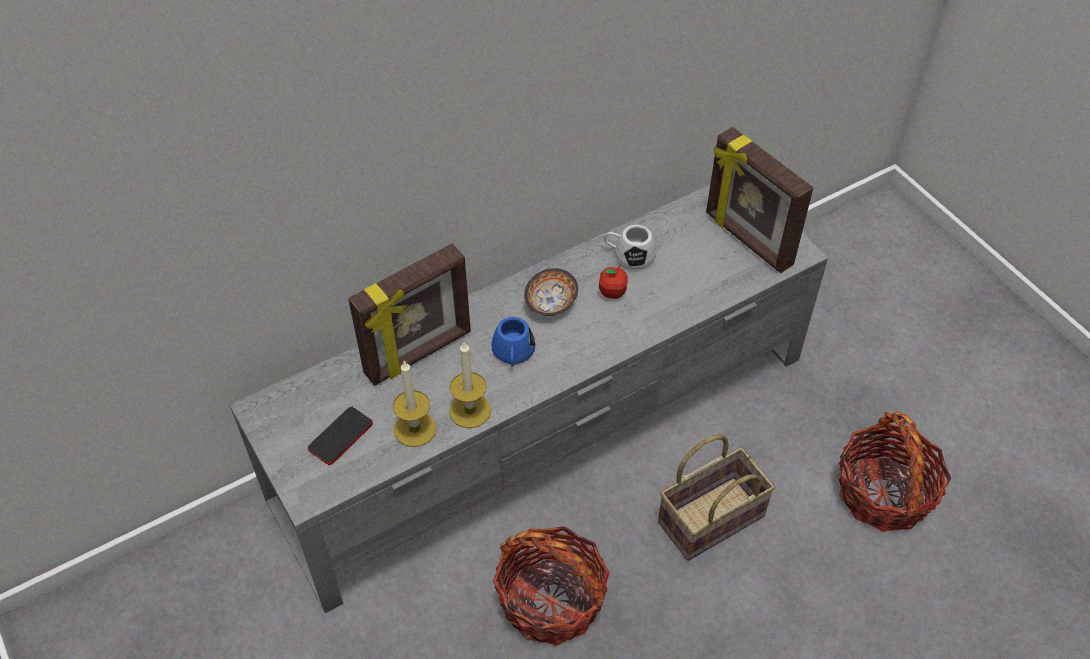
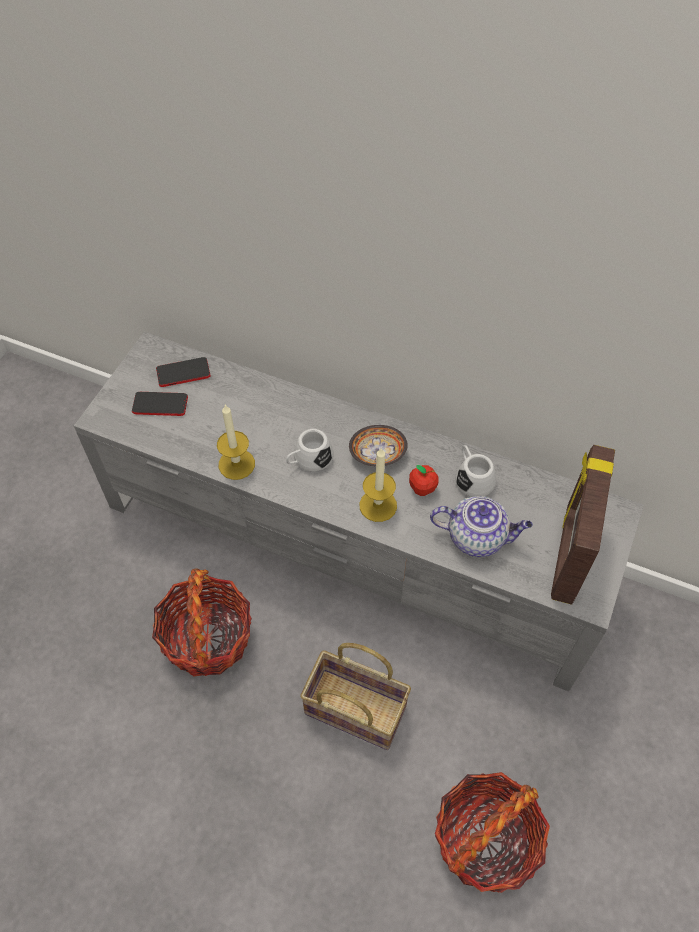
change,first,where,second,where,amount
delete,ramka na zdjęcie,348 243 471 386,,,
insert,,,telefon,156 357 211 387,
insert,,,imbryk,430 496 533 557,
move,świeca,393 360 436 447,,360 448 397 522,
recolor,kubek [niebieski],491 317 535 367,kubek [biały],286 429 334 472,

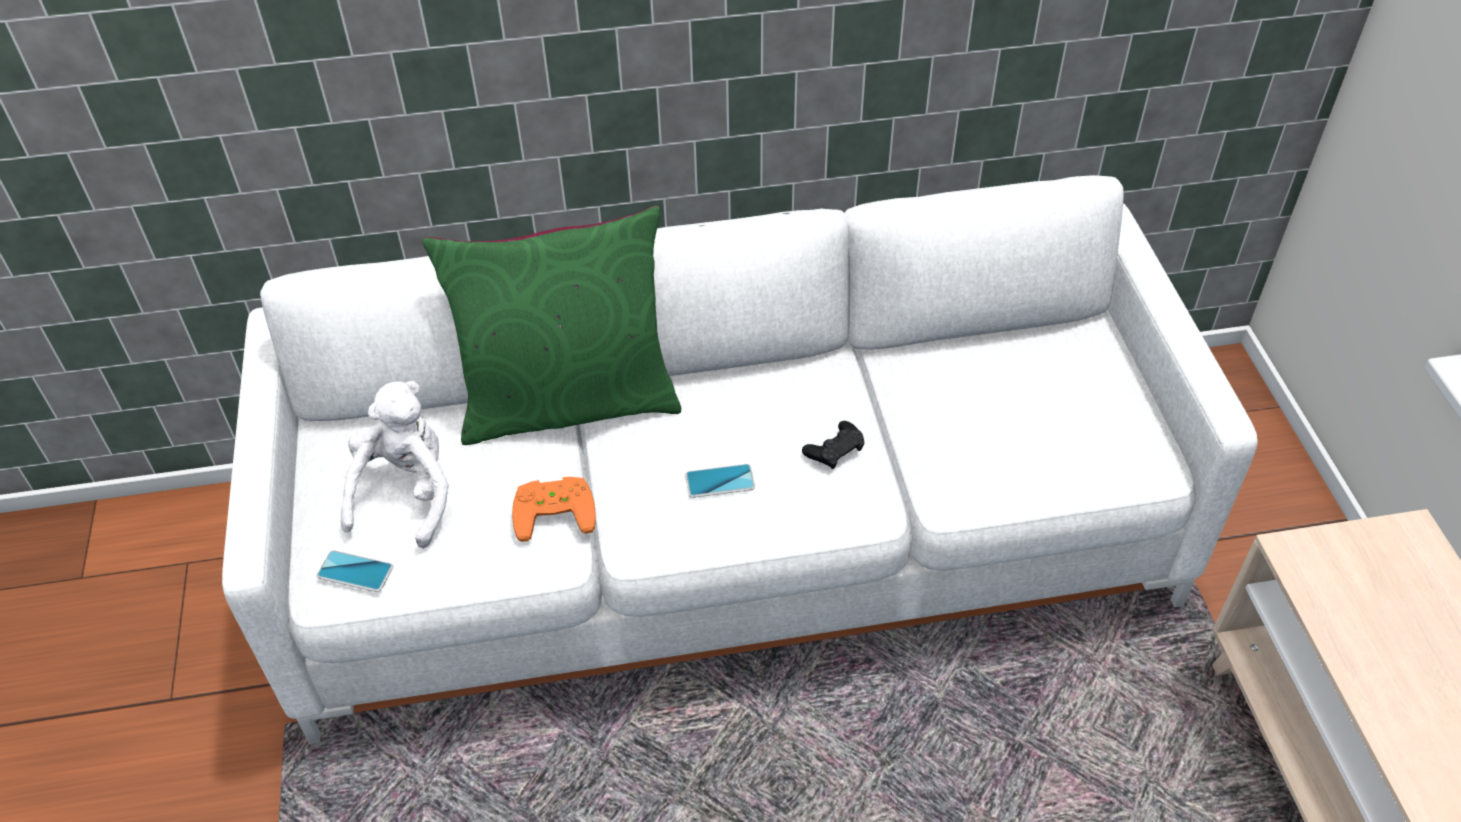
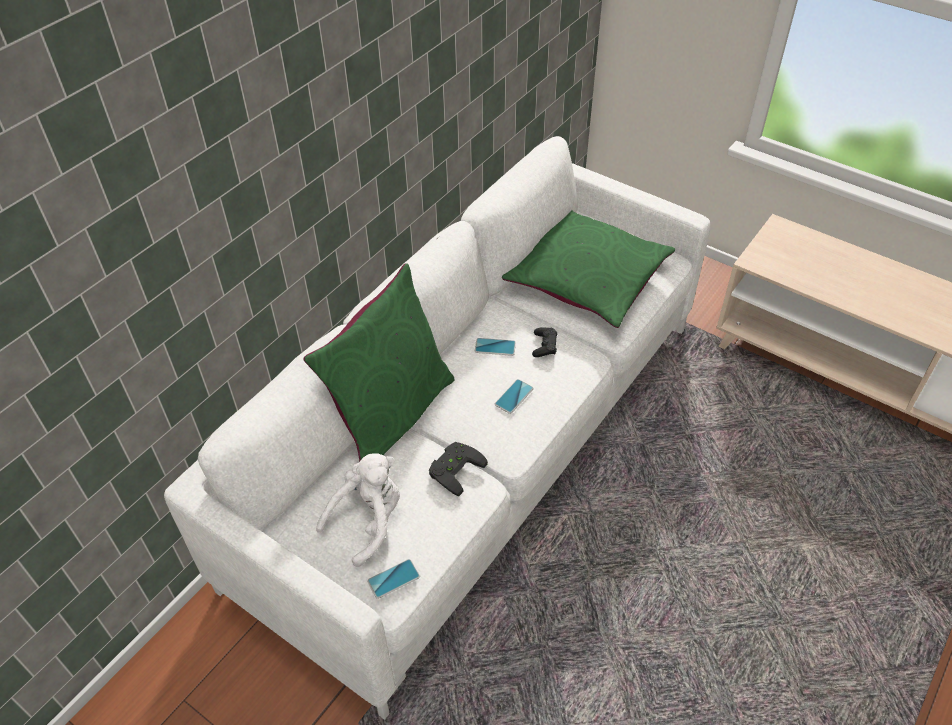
change,first,where,second,where,amount
insert,,,telefon,475 338 516 356,
insert,,,poduszka [zielony],502 210 675 328,
recolor,pad do gier [pomarańczowy],512 477 596 542,pad do gier [czarny],429 442 488 496,
rotate,pluszak [biały],341 381 449 549,,316 453 400 567,75 degrees clockwise

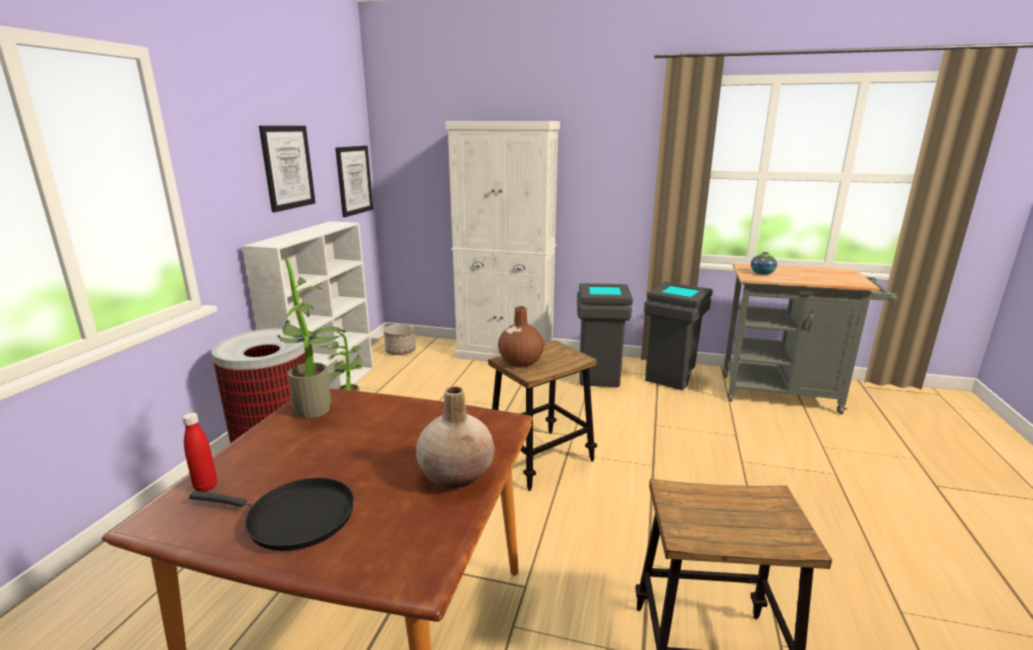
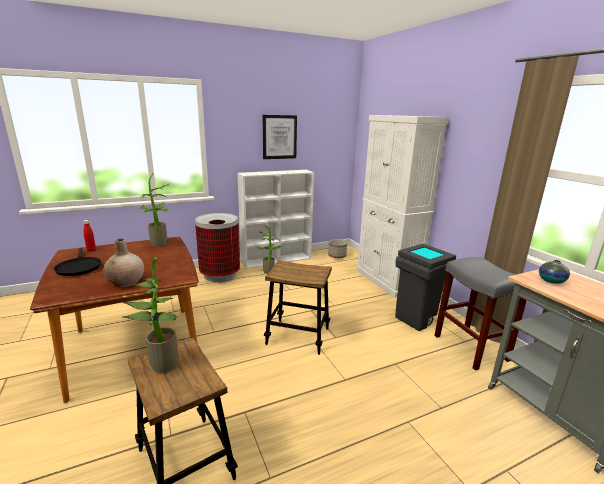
change,first,where,second,where,amount
delete,obraz,335 146 373 217,,,
delete,wazon [brązowy],498 306 544 367,,,
insert,,,roślina doniczkowa,122 257 179 373,
replace,kosz na śmieci [szary],644 282 713 390,stołek [szary],434 257 527 371,

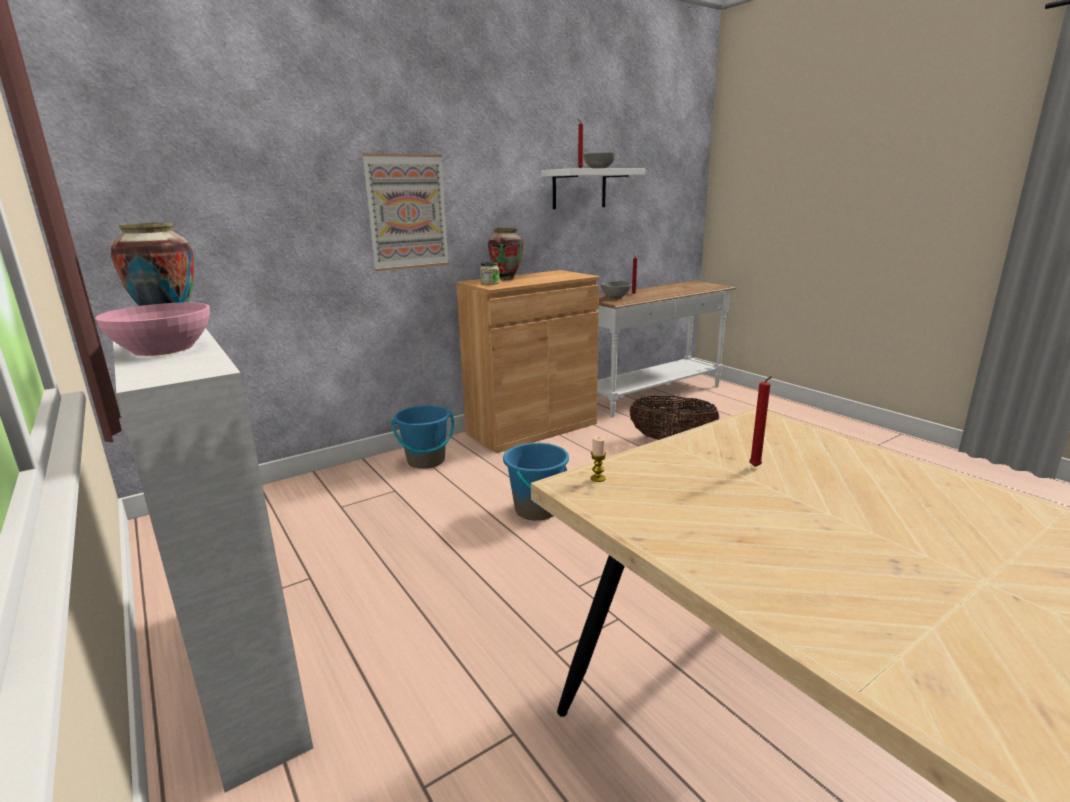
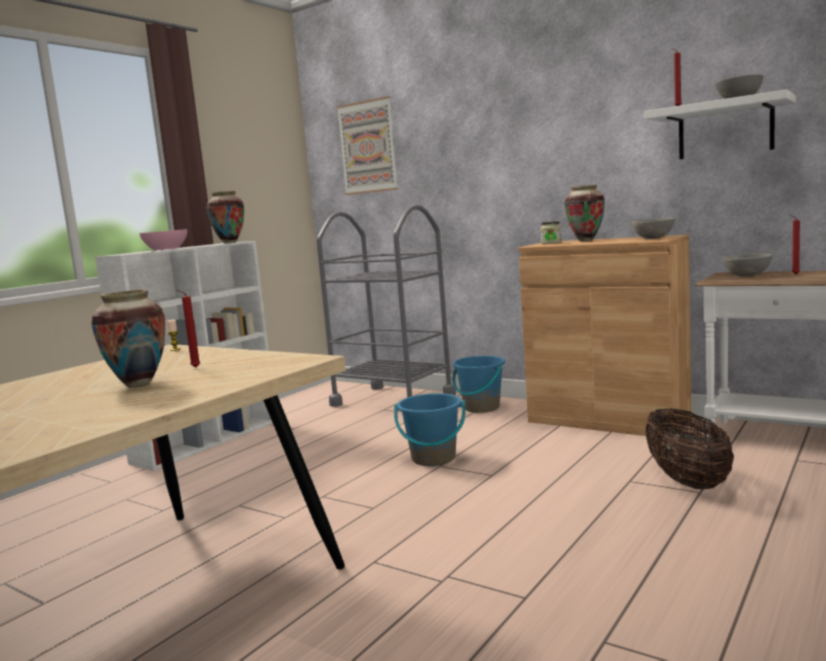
change,first,where,second,where,amount
insert,,,wazon,91 290 165 388,
insert,,,wózek [szary],316 205 456 407,
insert,,,miska [szary],632 217 675 239,
move,obraz,362 153 449 271,,337 96 398 195,

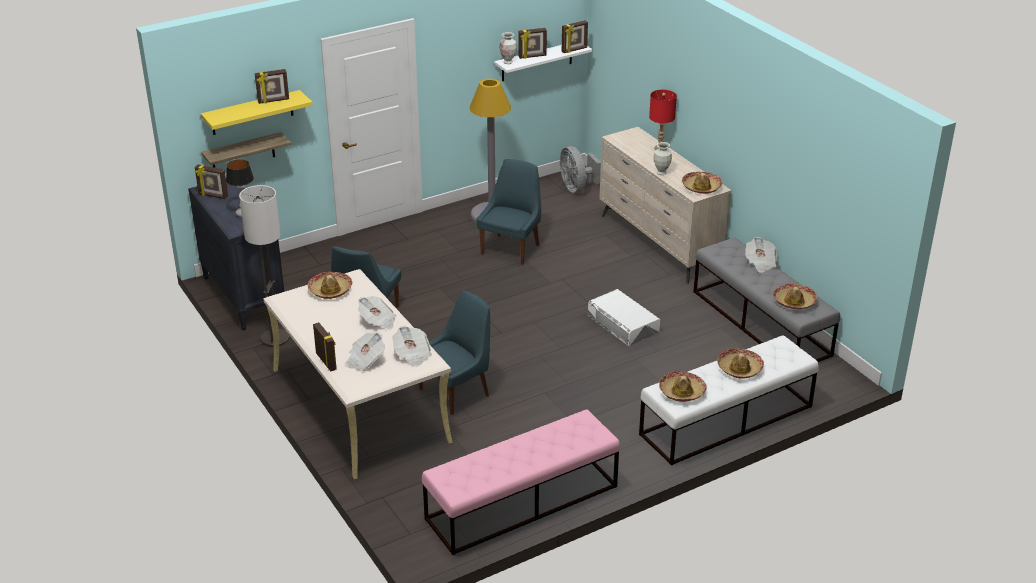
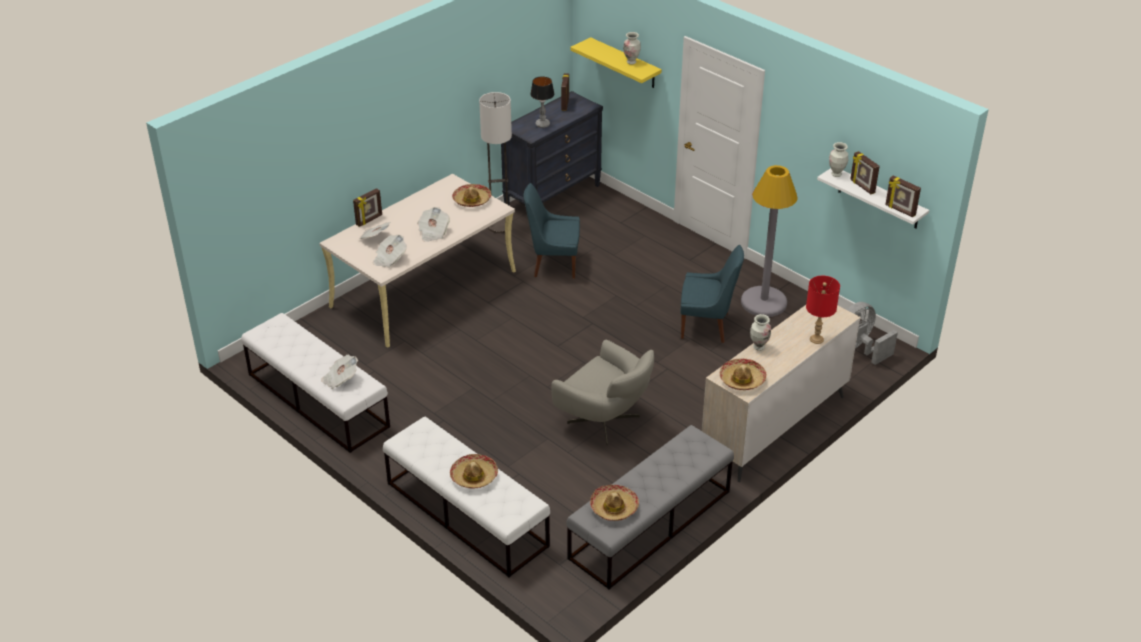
change,first,where,second,where,amount
delete,półka,201 132 291 168,,,
delete,krzesło [niebieski],419 290 490 415,,,
delete,kapelusz,659 371 707 402,,,
move,gazeta,745 237 777 273,,321 354 358 389,
replace,ramka na zdjęcie,255 69 289 104,wazon,623 32 641 64,
replace,pojemnik do przechowywania [biały],588 289 660 346,fotel [szary],551 340 654 445,
recolor,ławka [różowy],422 409 620 555,ławka [biały],241 313 390 453,

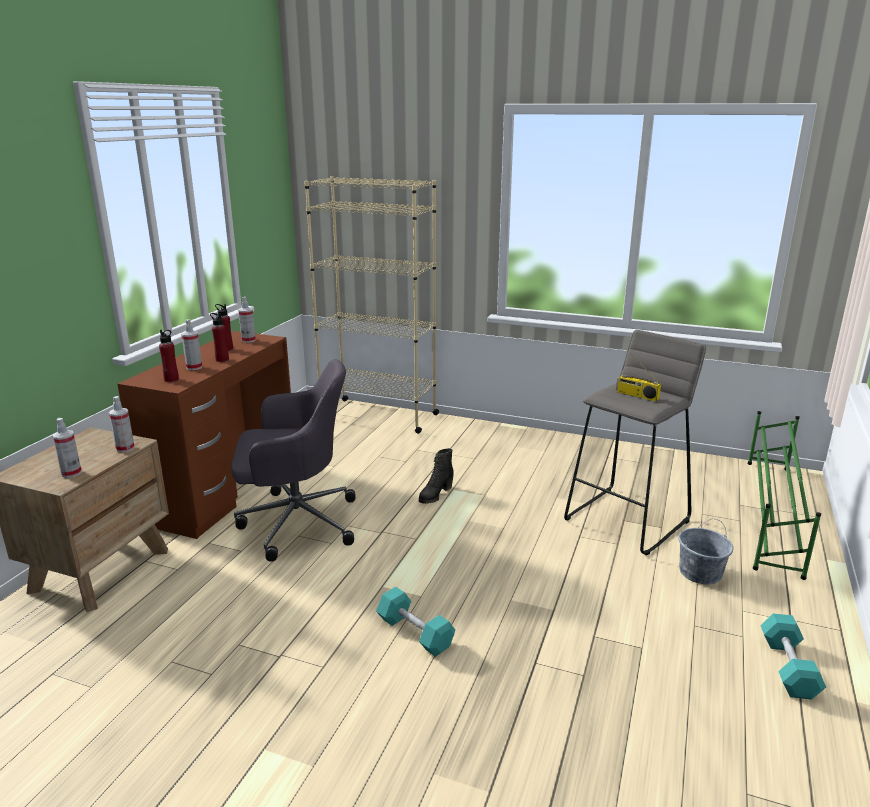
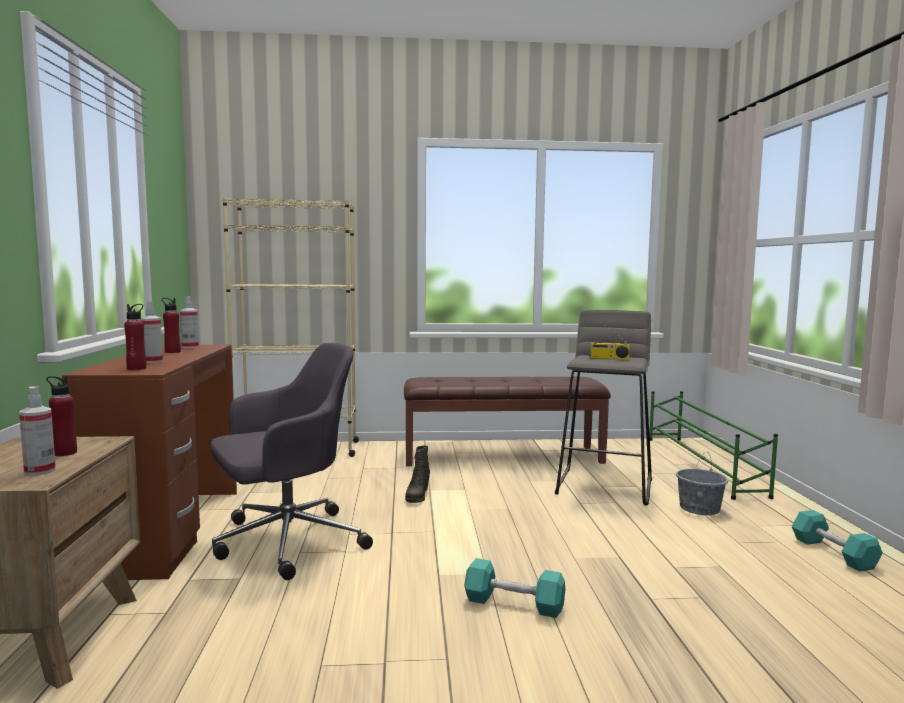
change,first,where,second,where,amount
delete,spryskiwacz,109 396 135 452,,,
insert,,,ławka [brązowy],404 377 611 466,
move,butelka [czerwony],210 313 229 362,,46 376 77 456,

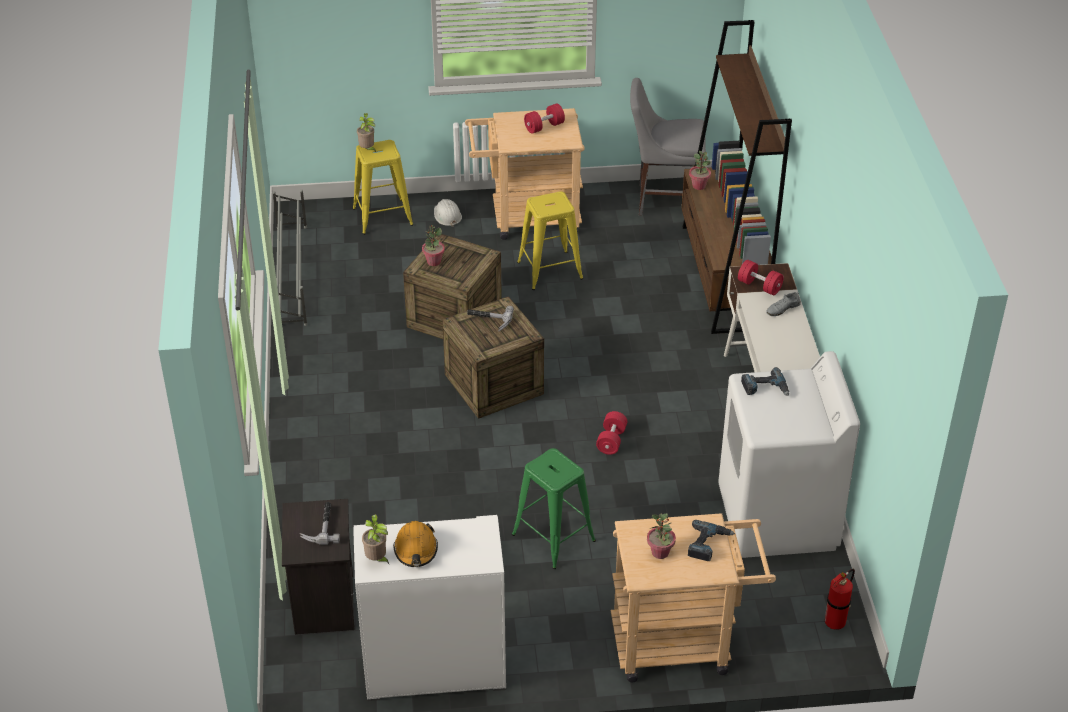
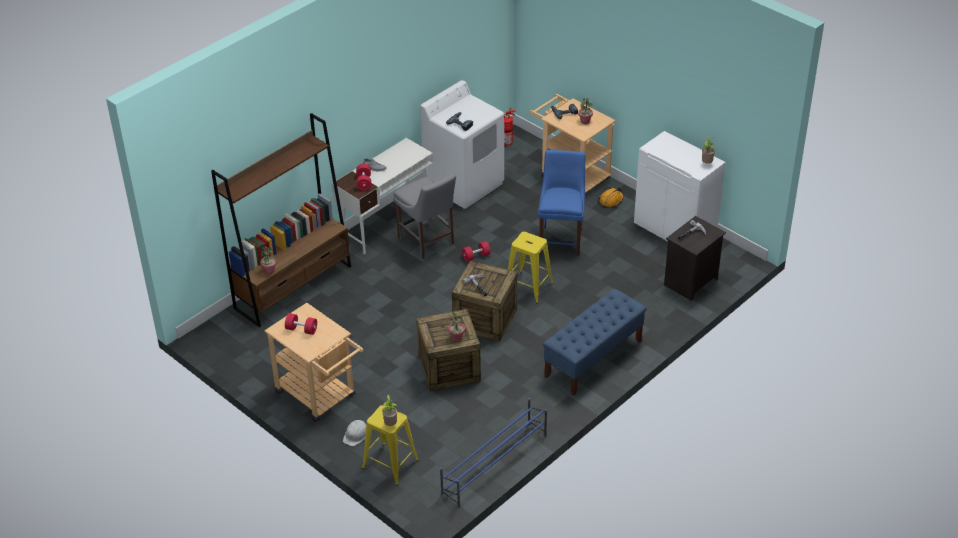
change,first,where,second,where,amount
insert,,,ławka [niebieski],543 289 647 396,
move,kask [pomarańczowy],393 521 438 567,,598 187 624 208,
move,stołek [żółty],517 191 583 290,,508 232 554 303,
move,krzesło [szary],630 78 706 216,,393 173 456 259,
replace,stołek [zielony],512 448 596 569,krzesło [niebieski],538 150 586 256,
recolor,regał na buty [szary],273 190 307 326,regał na buty [niebieski],440 398 547 507,

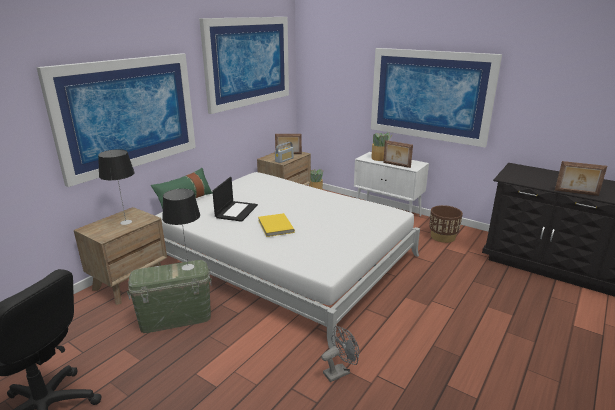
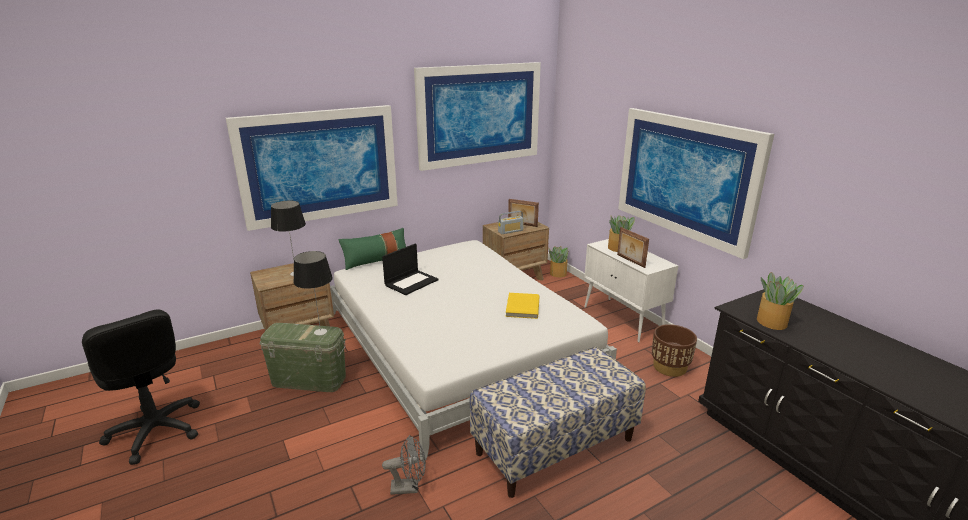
change,first,where,second,where,amount
delete,ramka na zdjęcie,555 161 607 196,,,
insert,,,ławka,470 347 646 498,
insert,,,roślina doniczkowa,757 272 804 330,
move,książka [żółty],258 213 295 237,,506 293 540 319,

